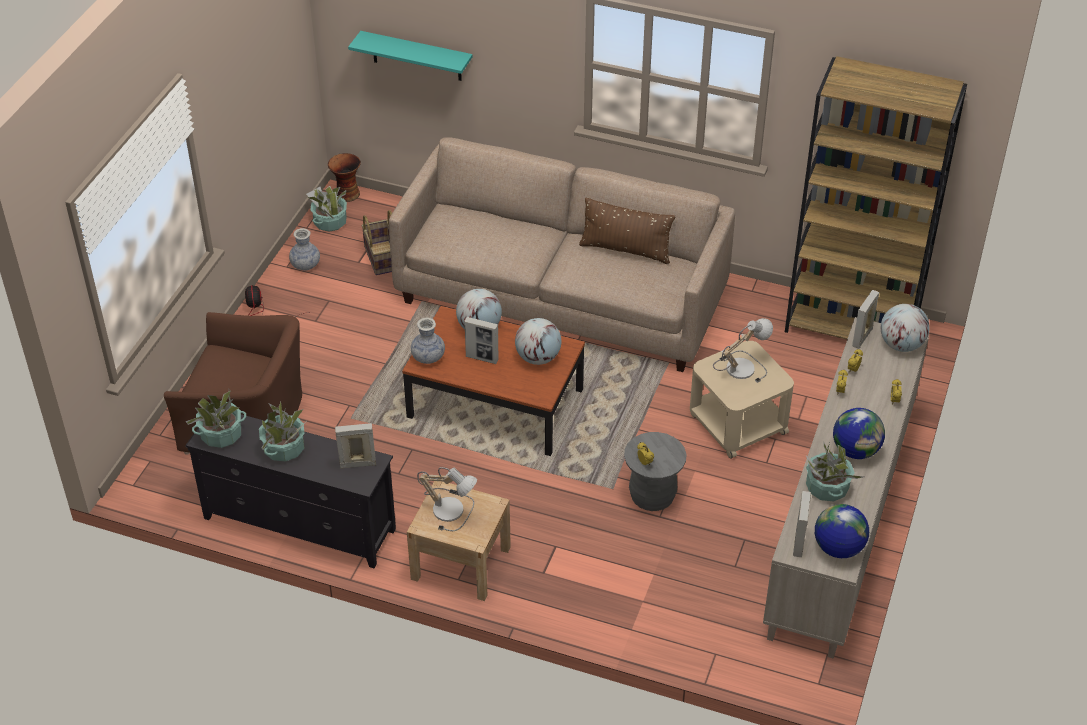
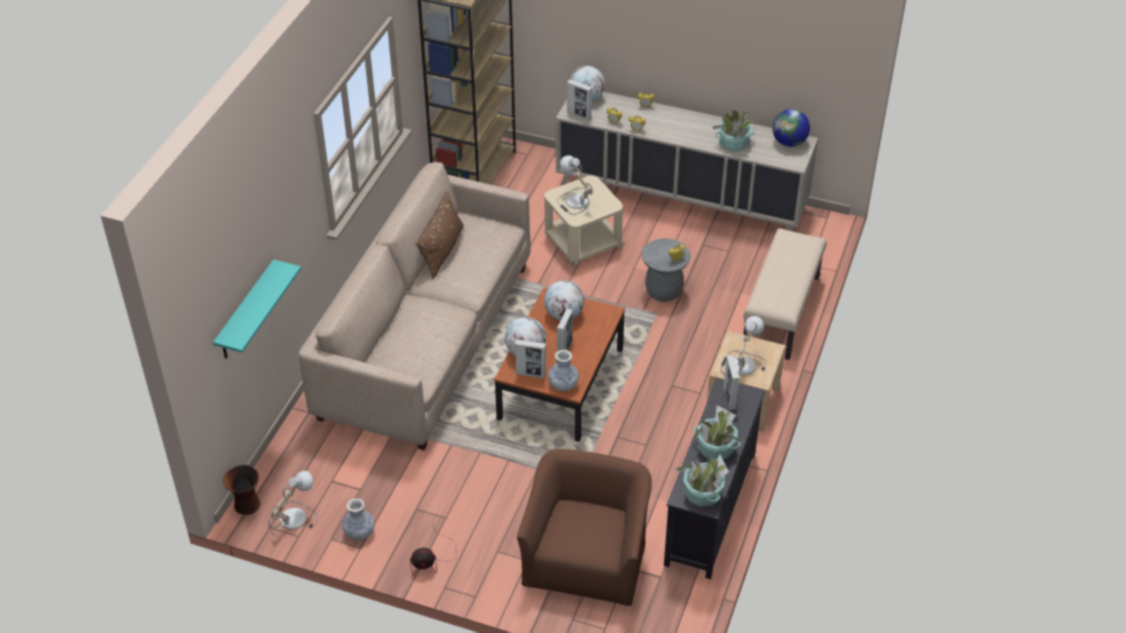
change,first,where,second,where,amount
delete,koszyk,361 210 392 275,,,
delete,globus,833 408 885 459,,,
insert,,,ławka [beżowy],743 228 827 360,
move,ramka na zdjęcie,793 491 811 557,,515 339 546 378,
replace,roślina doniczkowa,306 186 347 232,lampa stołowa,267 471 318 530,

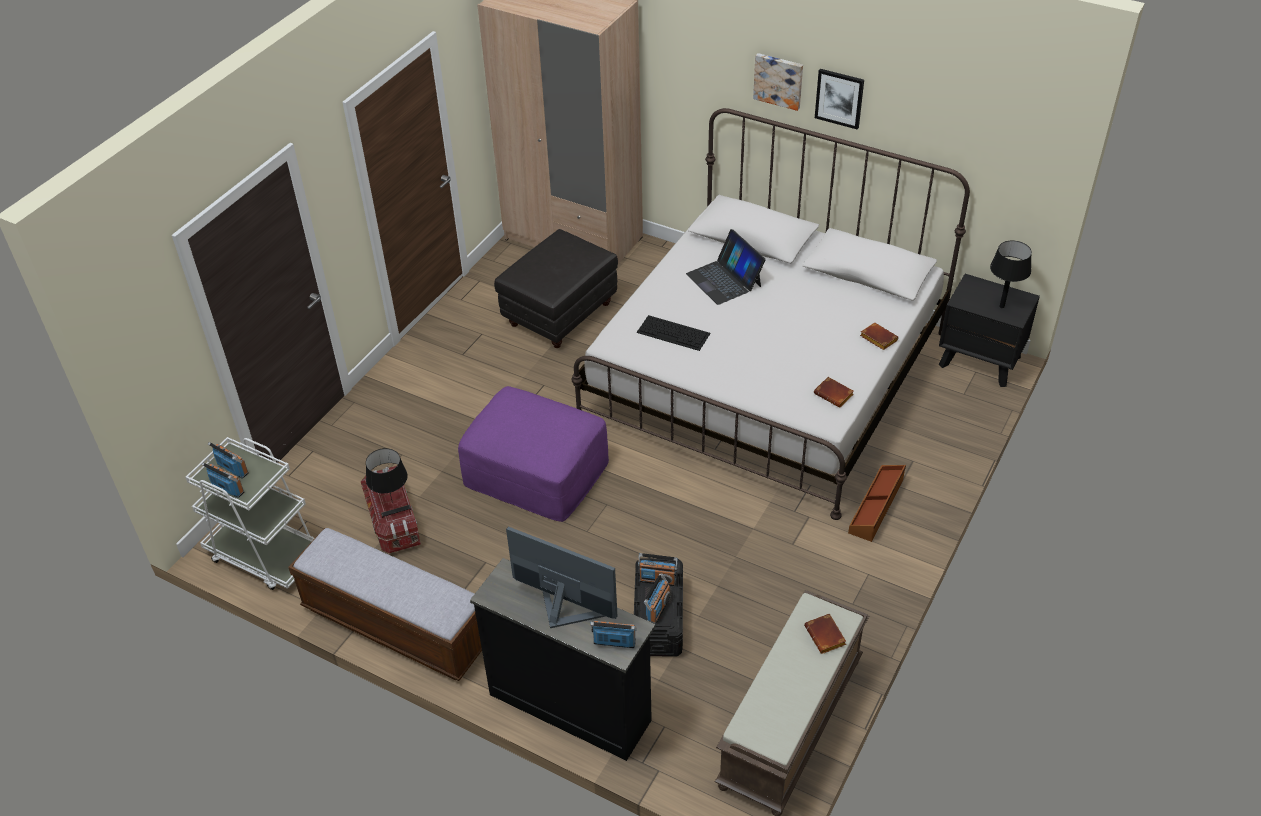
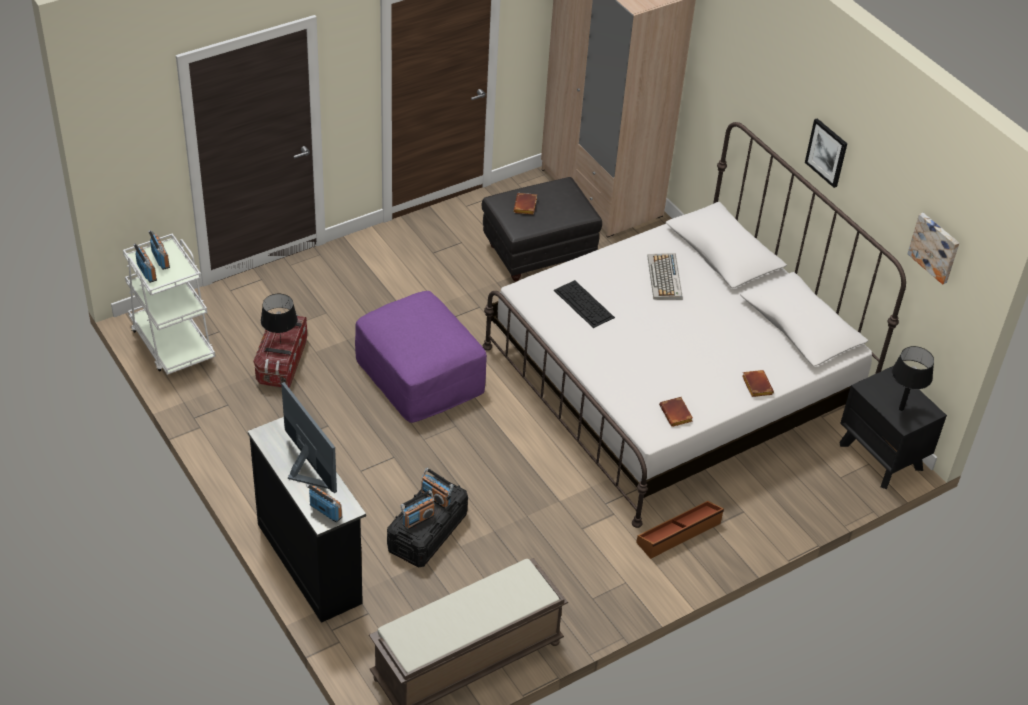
change,first,where,second,where,amount
delete,ławka,288 528 482 681,,,
move,obraz,753 53 803 111,,907 213 959 285,
move,książka [brązowy],804 613 846 654,,513 193 537 215,
replace,laptop,686 229 766 305,klawiatura,647 253 683 300,

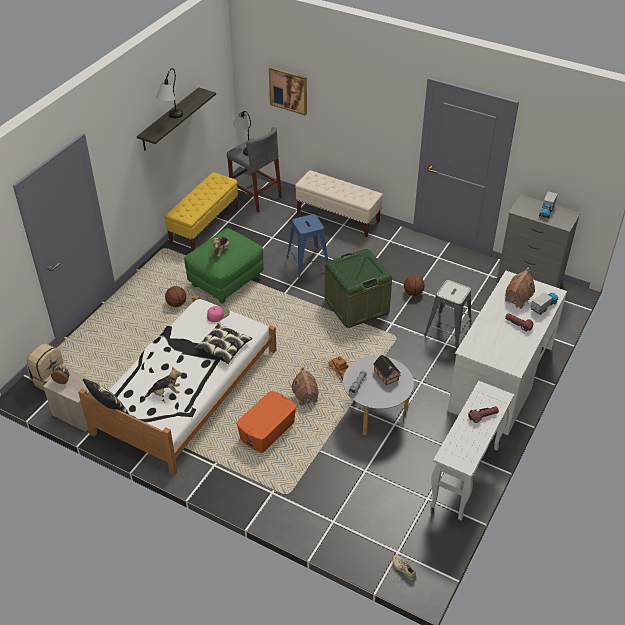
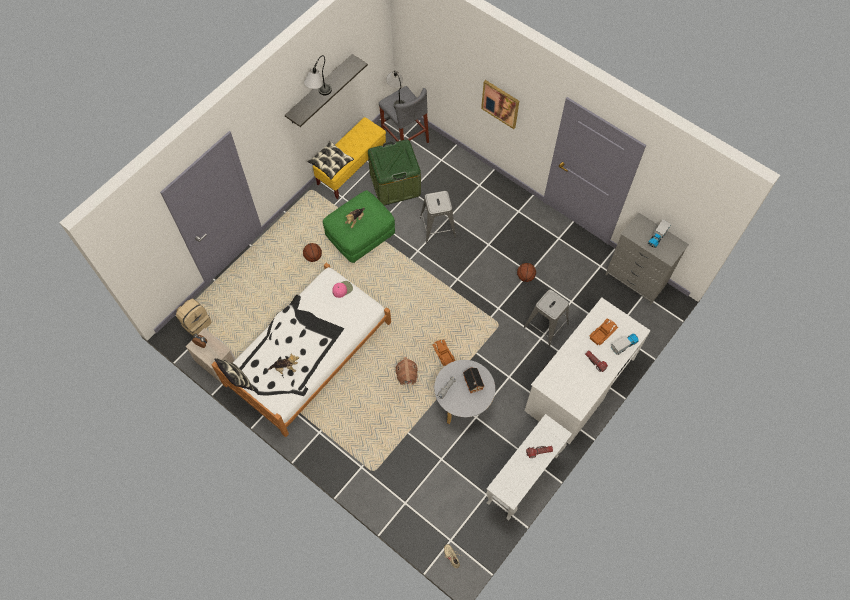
change,first,where,second,where,amount
delete,pojemnik do przechowywania [pomarańczowy],236 391 297 453,,,
delete,ławka [beżowy],295 170 383 237,,,
move,poduszka,194 323 252 364,,307 141 354 180,
move,obraz,269 67 307 116,,481 80 519 129,
move,pojemnik do przechowywania [zielony],325 249 392 328,,368 139 421 206,
replace,domek,505 268 535 309,ciężarówka zabawkowa,590 318 618 345,
recolor,stołek [niebieski],287 214 328 277,stołek [szary],420 191 456 243,

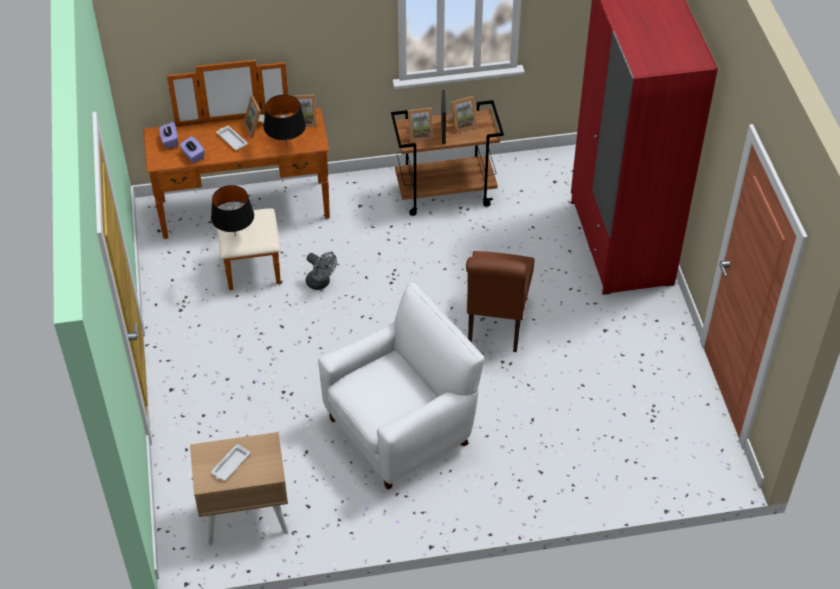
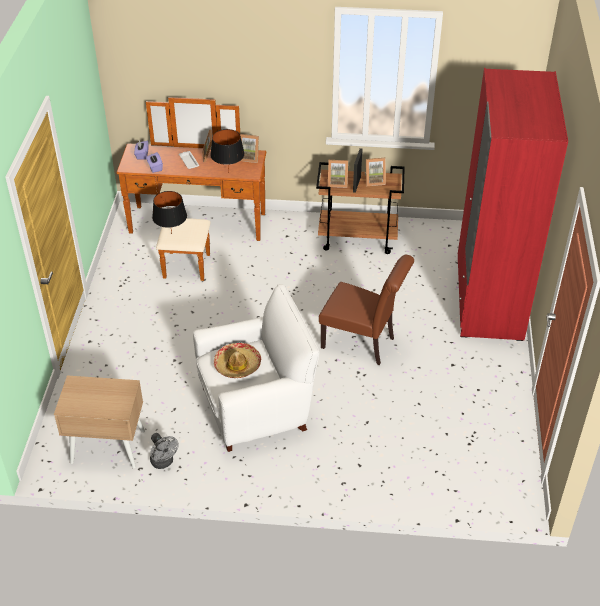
change,first,where,second,where,amount
delete,taca [biały],211 444 250 481,,,
insert,,,kapelusz,214 343 261 378,
move,wentylator [szary],306 252 337 290,,150 433 178 469,
rotate,krzesło [brązowy],466 251 535 352,,319 255 414 365,90 degrees counterclockwise

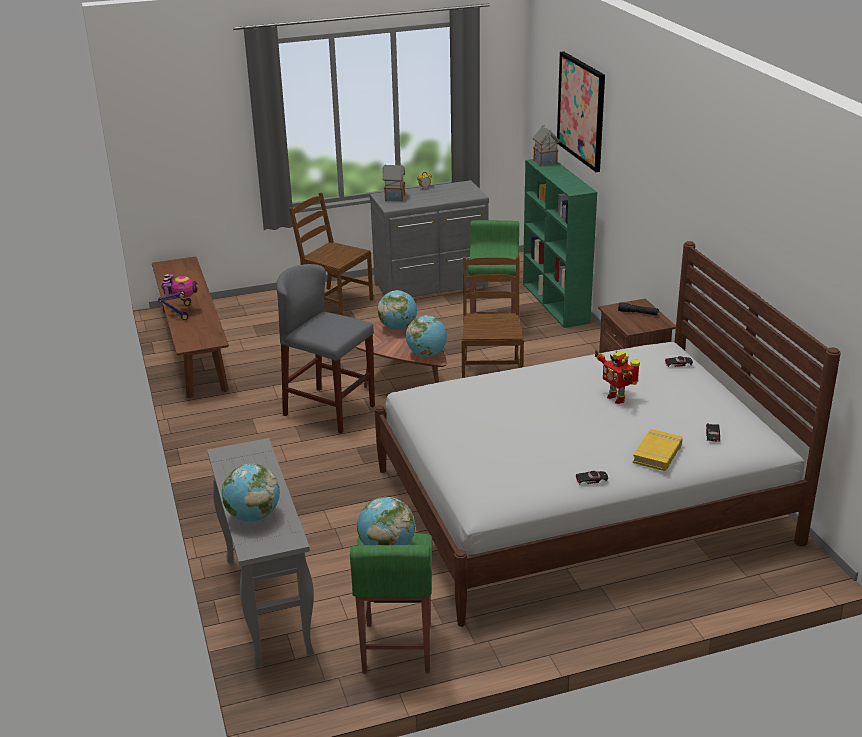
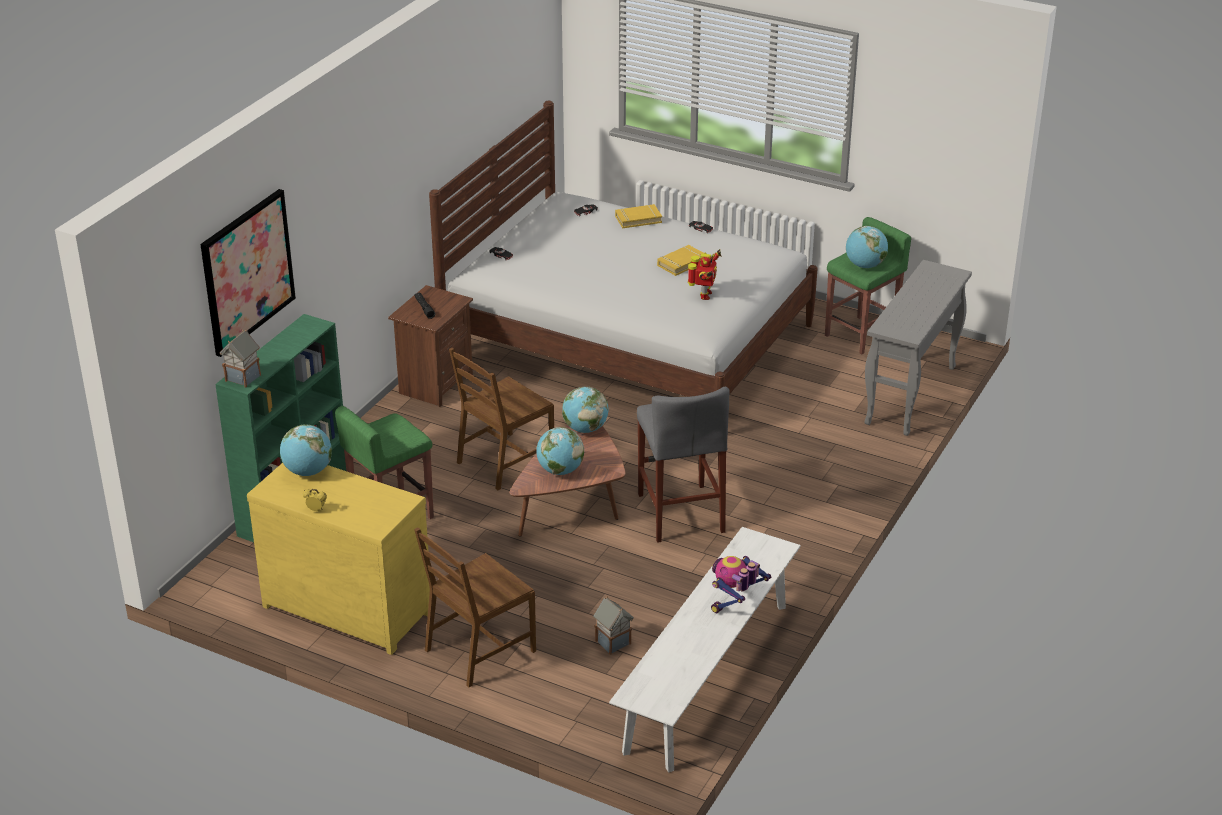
change,first,where,second,where,amount
insert,,,książka [żółty],657 245 705 276,
move,globus,222 463 280 521,,280 424 332 476,
move,domek,382 164 405 202,,593 596 634 655,
move,robot zabawkowy,595 350 640 404,,688 249 721 300,
recolor,ławka [brązowy],152 257 229 399,ławka [biały],609 527 801 772,
recolor,komoda [szary],370 180 489 297,komoda [żółty],247 463 430 655,
rotate,krzesło [brązowy],289 192 373 316,,414 528 536 687,60 degrees clockwise

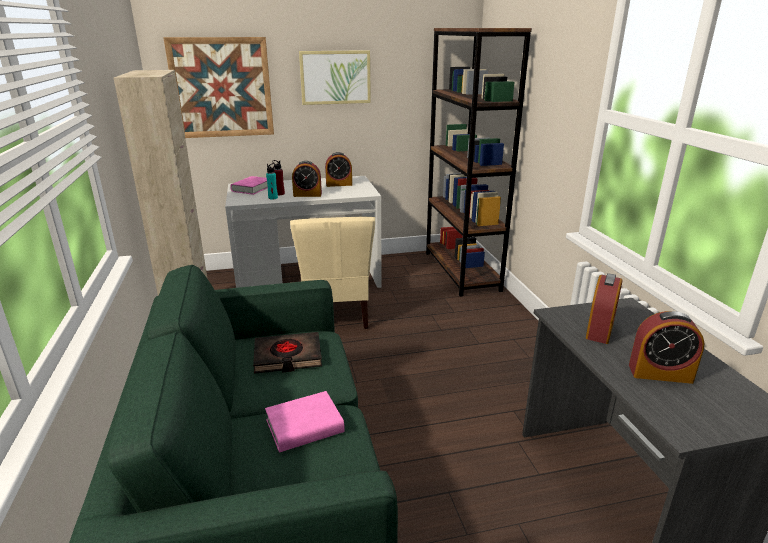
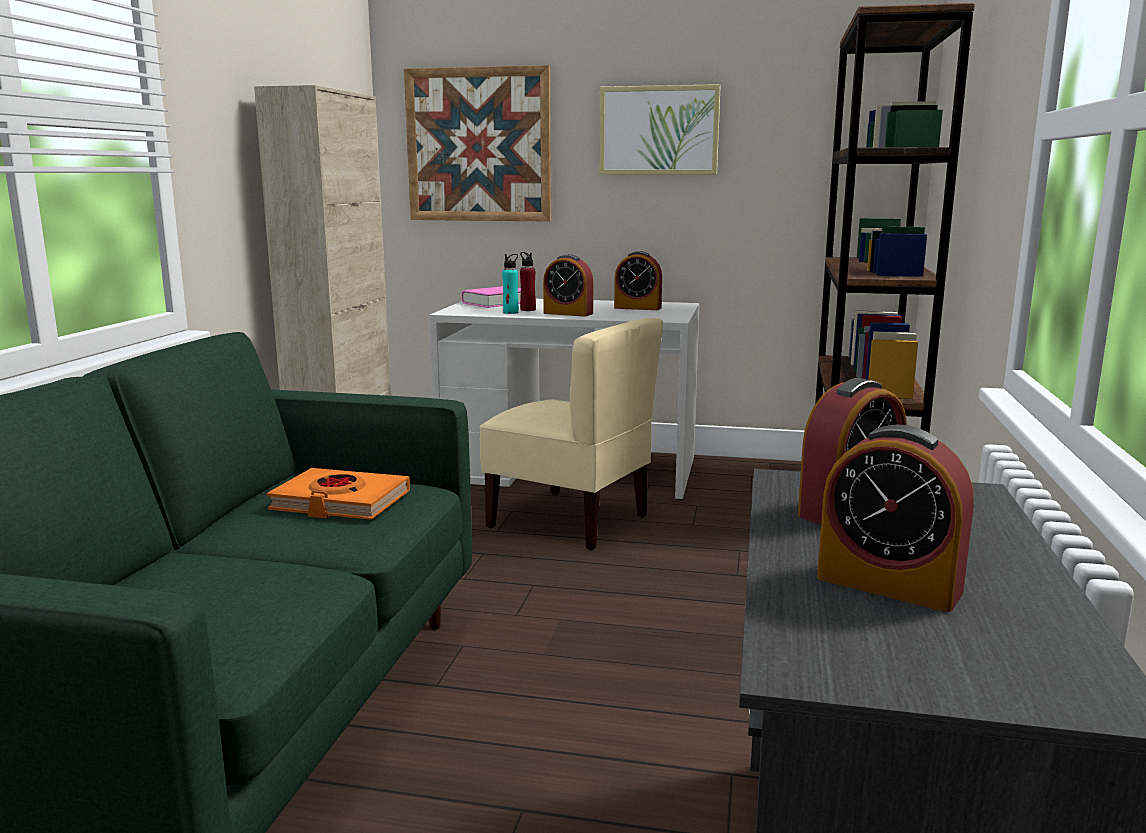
change,first,where,second,where,amount
delete,książka [różowy],265 391 345 452,,,
recolor,książka [czarny],253 332 322 374,książka [pomarańczowy],267 468 410 520,
rotate,krzesło [beżowy],290 217 375 329,,479 318 663 550,75 degrees counterclockwise

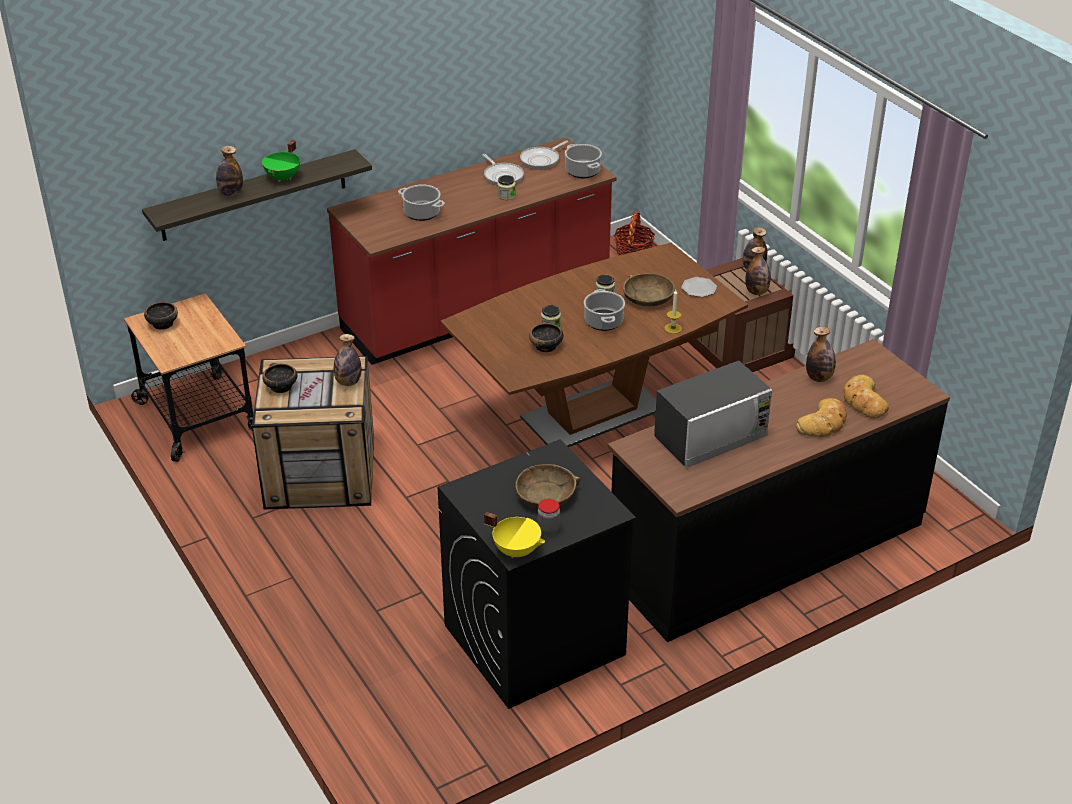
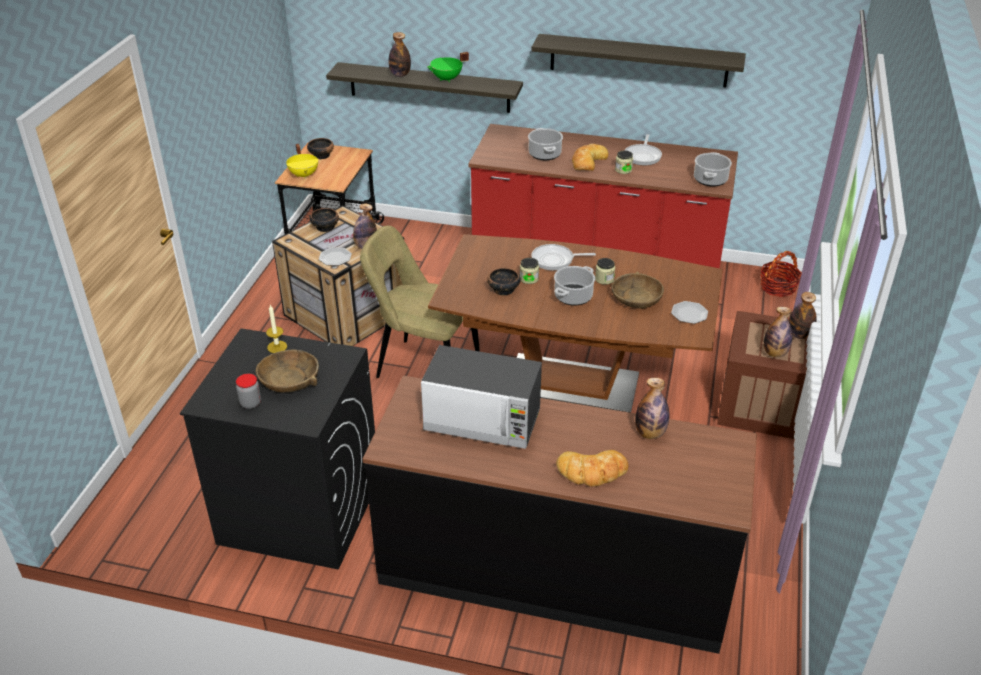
change,first,where,second,where,amount
insert,,,talerz,319 247 352 266,
insert,,,krzesło [beżowy],360 226 480 378,
insert,,,półka,531 34 746 87,
move,garnek [żółty],484 512 545 558,,286 144 318 179,
move,patelnia,520 141 568 170,,531 244 596 271,
move,świeca,664 290 682 334,,266 305 287 353,
move,chleb,843 375 889 419,,572 144 608 171,

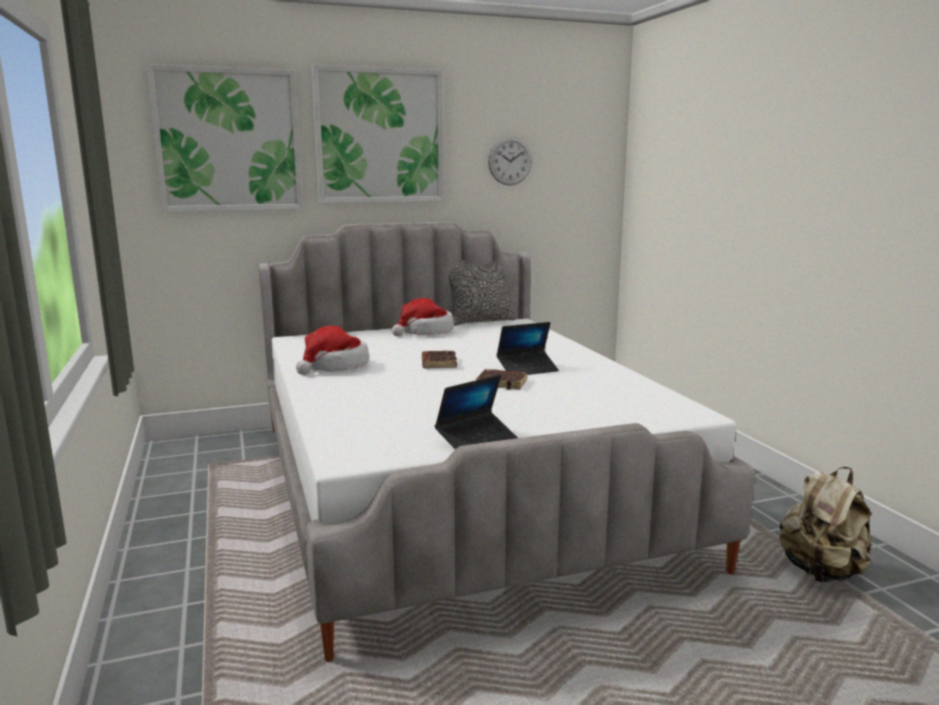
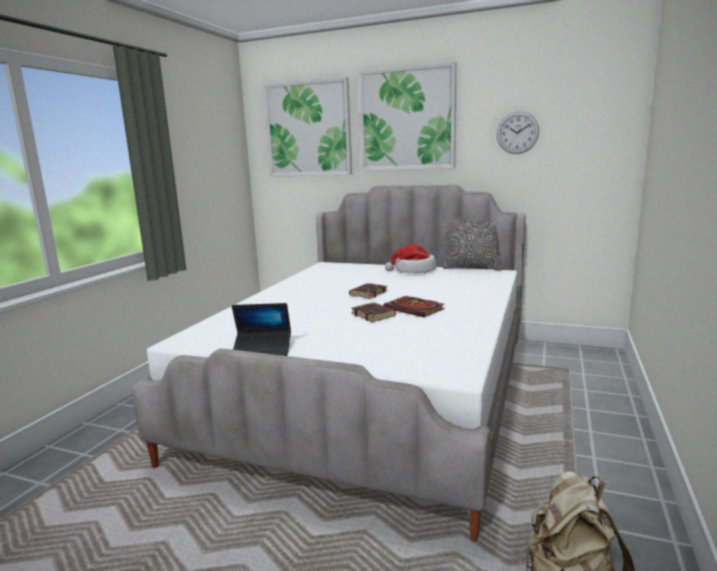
change,first,where,second,where,amount
delete,kapelusz,296 326 369 375,,,
replace,laptop,496 322 559 375,książka,384 296 445 317,

